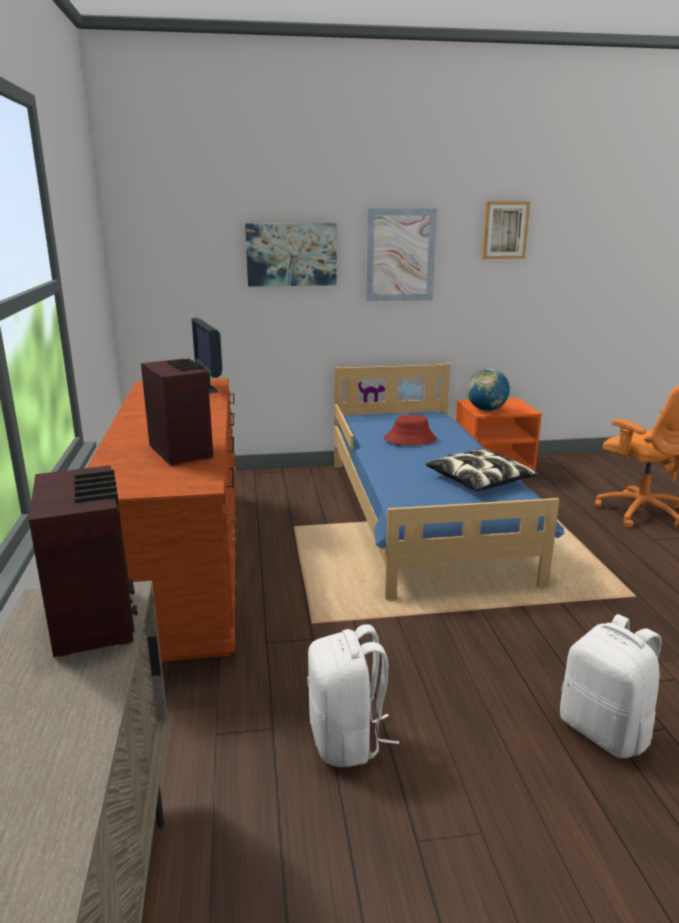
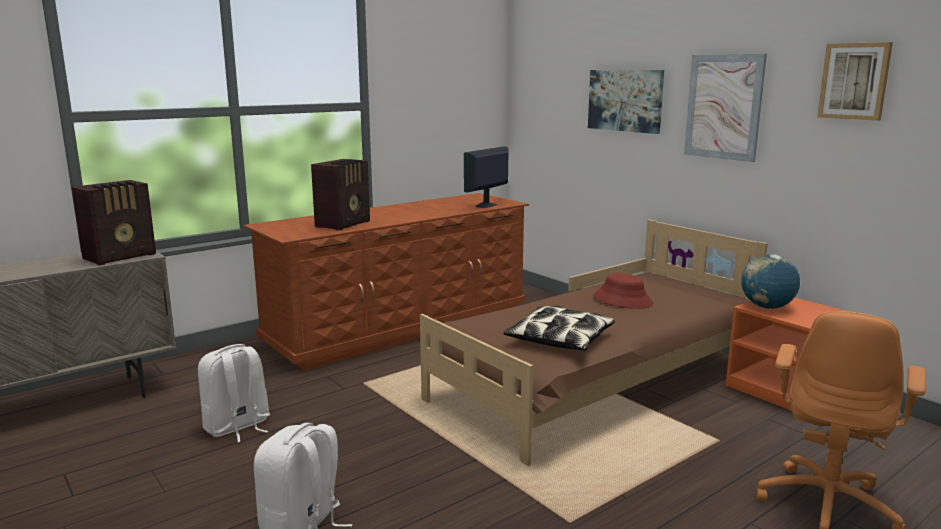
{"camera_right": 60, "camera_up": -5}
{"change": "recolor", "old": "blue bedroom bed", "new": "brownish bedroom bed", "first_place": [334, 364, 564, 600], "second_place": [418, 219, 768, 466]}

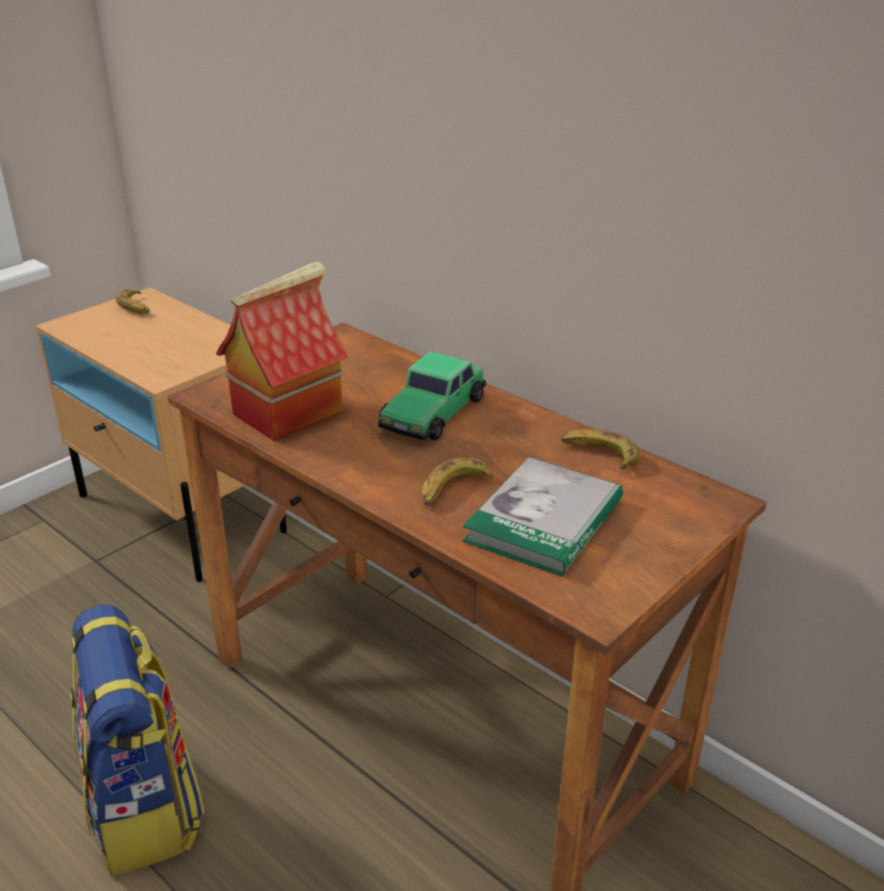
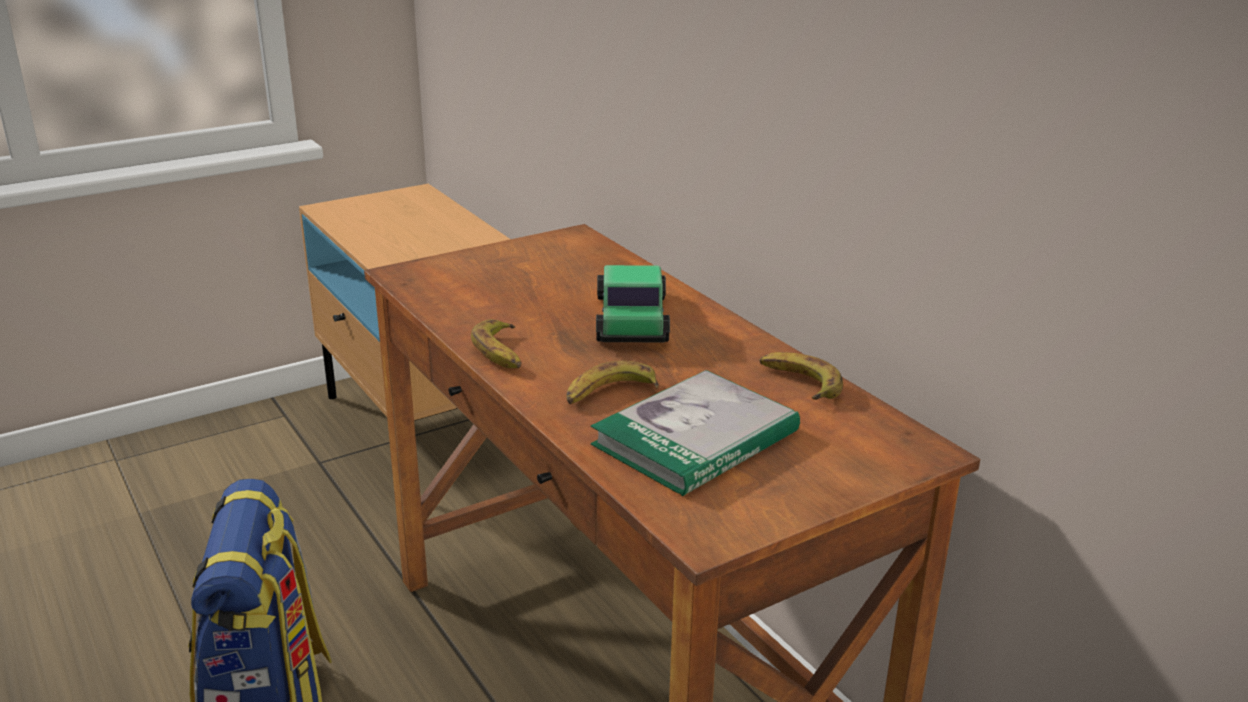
{"camera_right": 15, "camera_up": -5}
{"change": "delete", "old": "model house", "first_place": [216, 262, 348, 441]}
{"change": "move", "old": "banana fruit", "first_place": [116, 289, 150, 314], "second_place": [471, 319, 522, 368]}
{"change": "rotate", "old": "toy car", "first_place": [378, 351, 486, 440], "second_place": [596, 265, 670, 343], "degrees": 135}

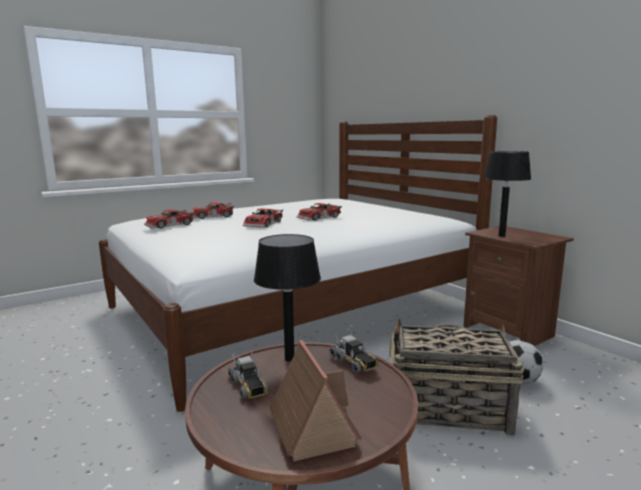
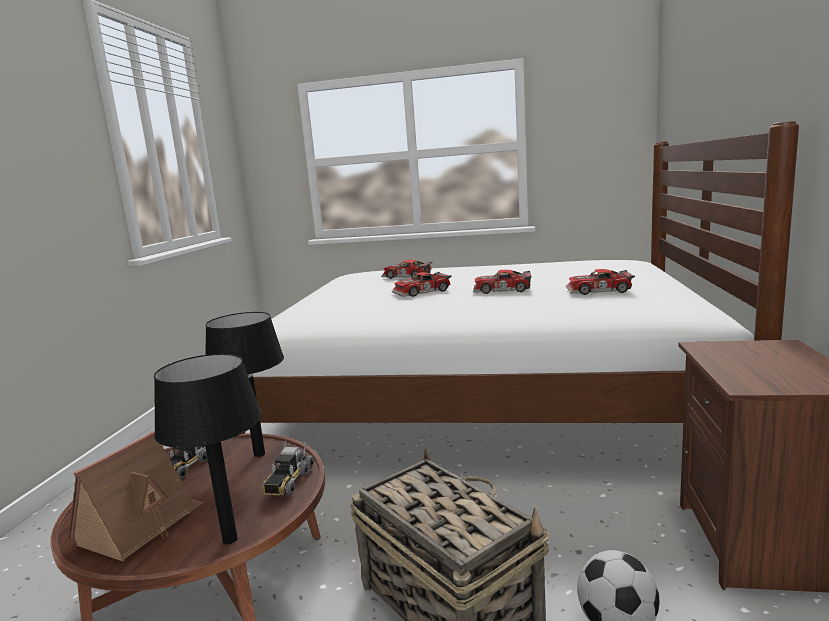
{"camera_right": 45, "camera_up": 0}
{"change": "move", "old": "toy car", "first_place": [144, 210, 194, 229], "second_place": [566, 269, 635, 295]}
{"change": "move", "old": "black lamp for a table", "first_place": [483, 151, 531, 237], "second_place": [154, 354, 262, 544]}

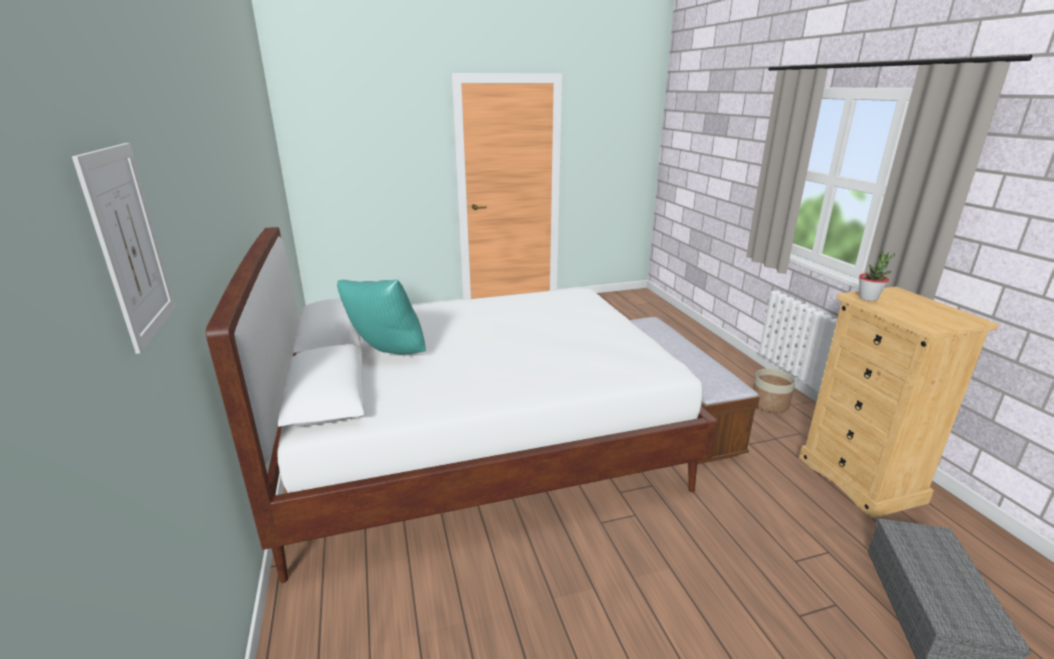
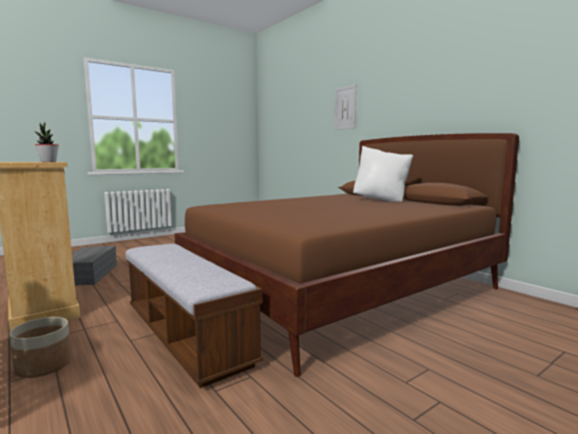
{"camera_right": 160, "camera_up": -15}
{"change": "recolor", "old": "whitish bedroom bed", "new": "brownish bedroom bed", "first_place": [206, 227, 718, 583], "second_place": [174, 133, 519, 377]}
{"change": "recolor", "old": "turquoise-coloured pillow", "new": "whitish pillow", "first_place": [337, 279, 426, 354], "second_place": [353, 146, 414, 202]}

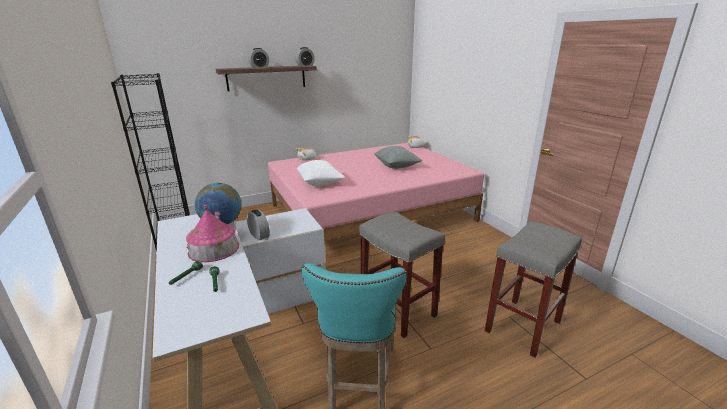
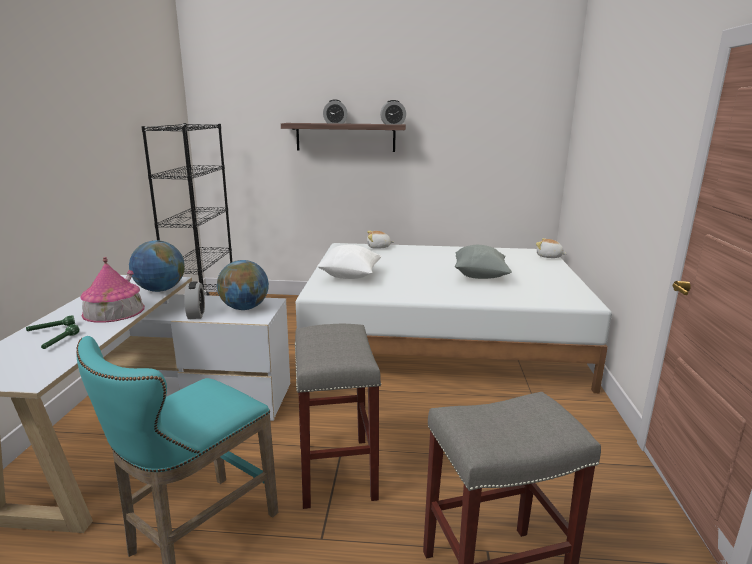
{"camera_right": 30, "camera_up": -5}
{"change": "insert", "new": "world globe", "second_place": [217, 260, 269, 310]}
{"change": "recolor", "old": "pink bedroom bed", "new": "whitish bedroom bed", "first_place": [268, 143, 484, 241], "second_place": [296, 243, 612, 394]}

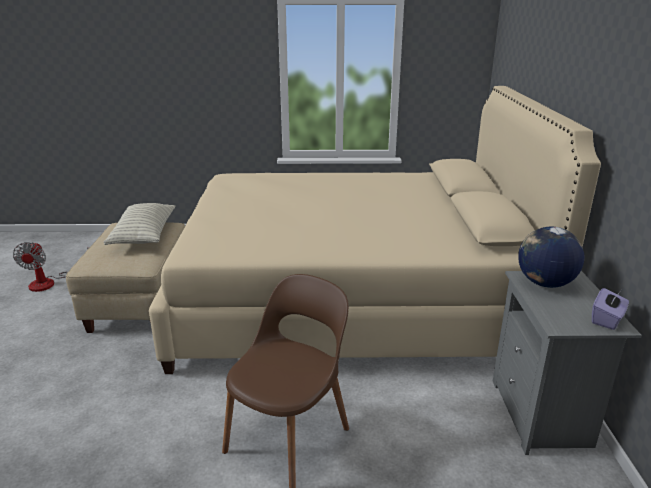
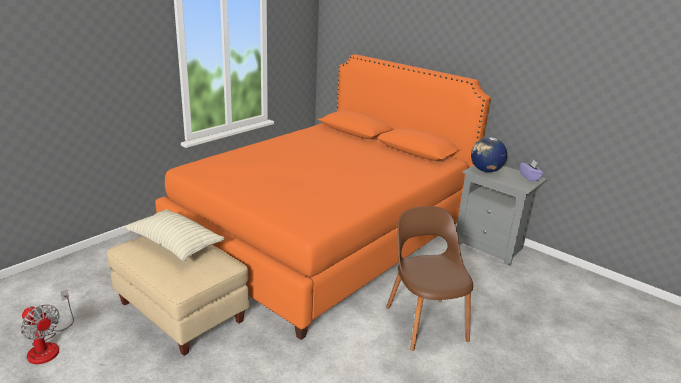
{"camera_right": -50, "camera_up": 0}
{"change": "recolor", "old": "beige bedroom bed", "new": "orangey bedroom bed", "first_place": [149, 86, 601, 374], "second_place": [155, 54, 491, 340]}

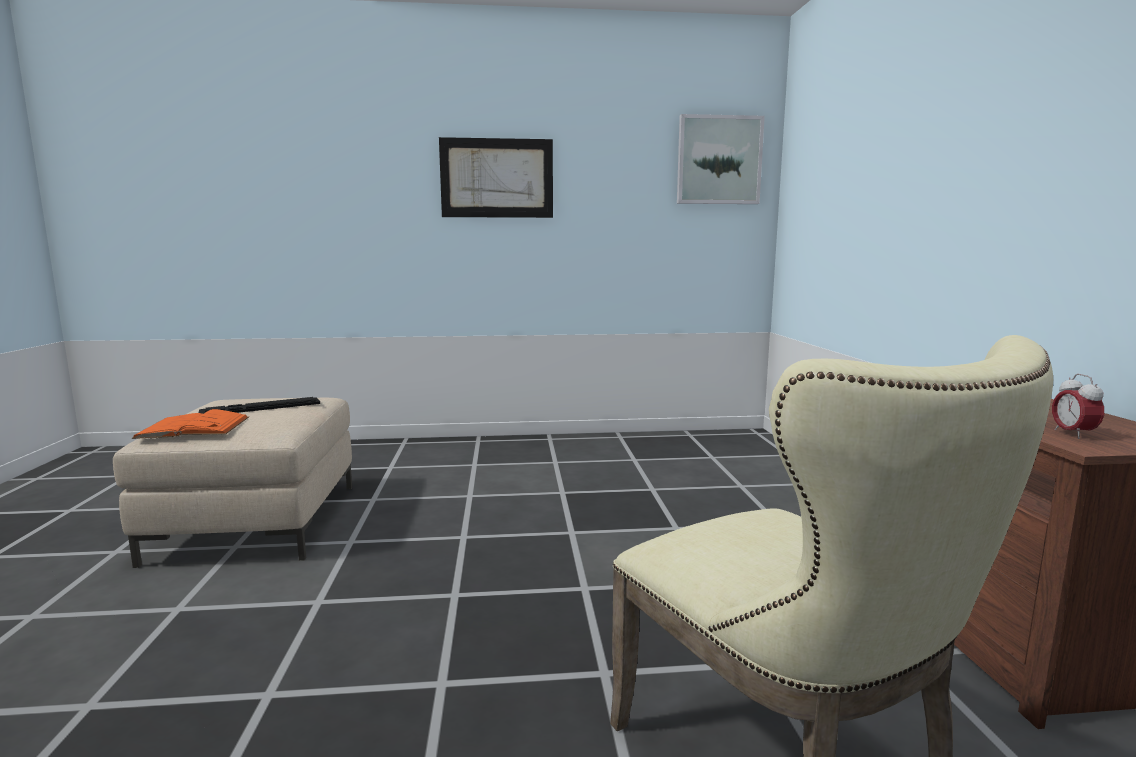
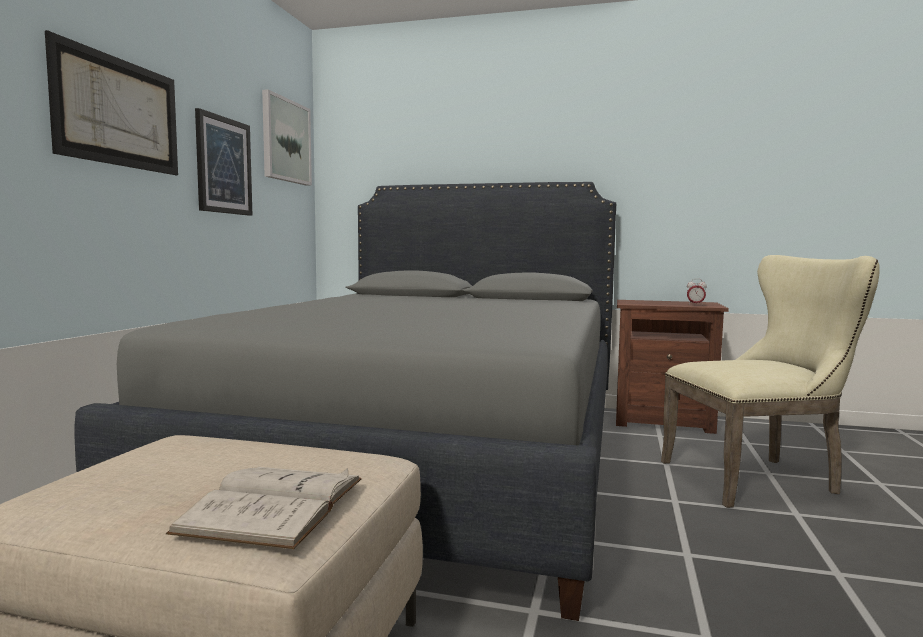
{"camera_right": -70, "camera_up": -5}
{"change": "delete", "old": "computer keyboard", "first_place": [199, 397, 320, 414]}
{"change": "insert", "new": "greyish bedroom bed", "second_place": [74, 182, 616, 621]}
{"change": "insert", "new": "wall art", "second_place": [195, 108, 252, 216]}
{"change": "recolor", "old": "orangey bound book", "new": "whitish bound book", "first_place": [132, 409, 249, 439], "second_place": [166, 467, 362, 549]}

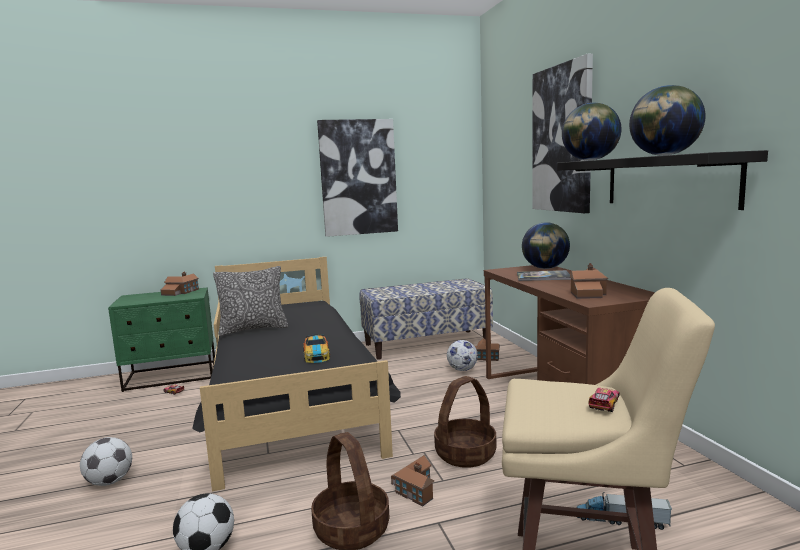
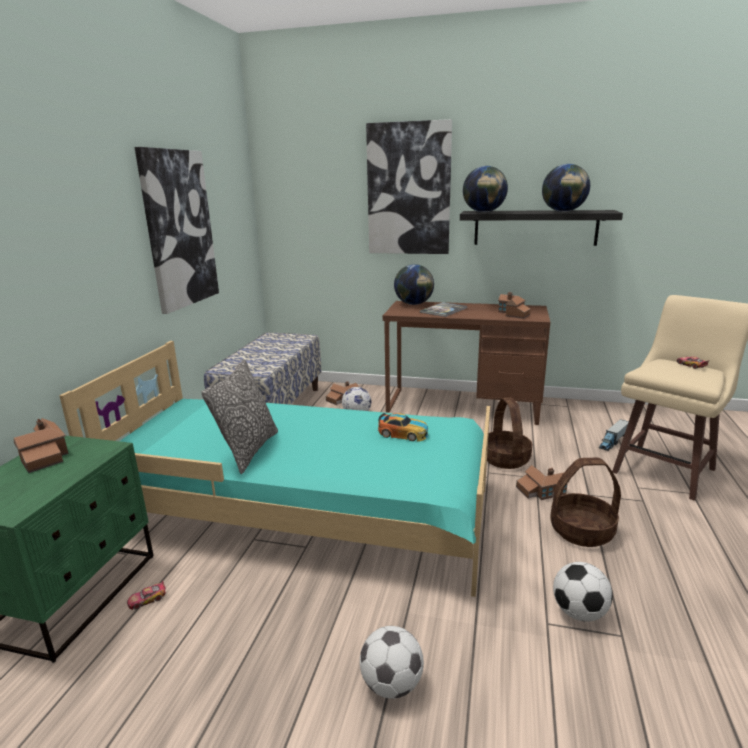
{"camera_right": -60, "camera_up": 10}
{"change": "recolor", "old": "black bedroom bed", "new": "turquoise-coloured bedroom bed", "first_place": [192, 257, 401, 491], "second_place": [59, 341, 490, 597]}

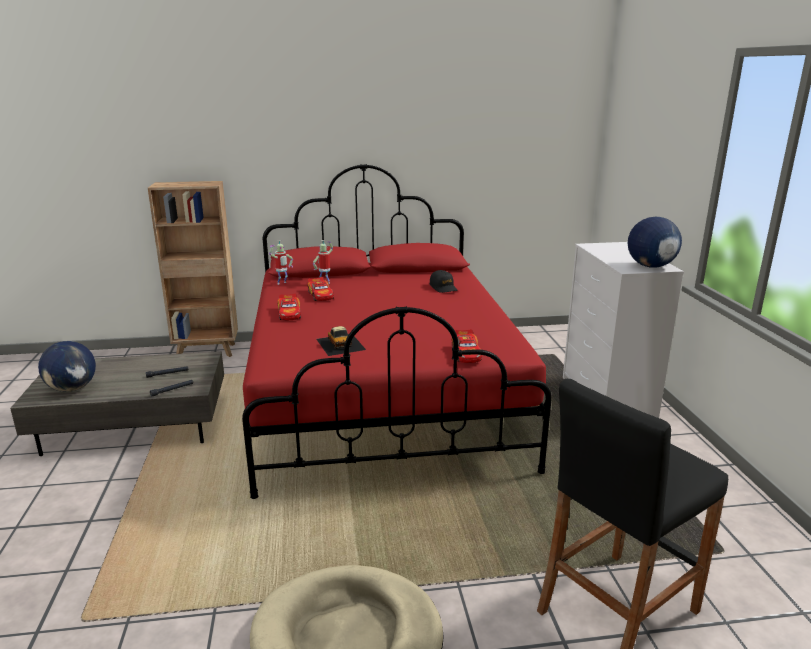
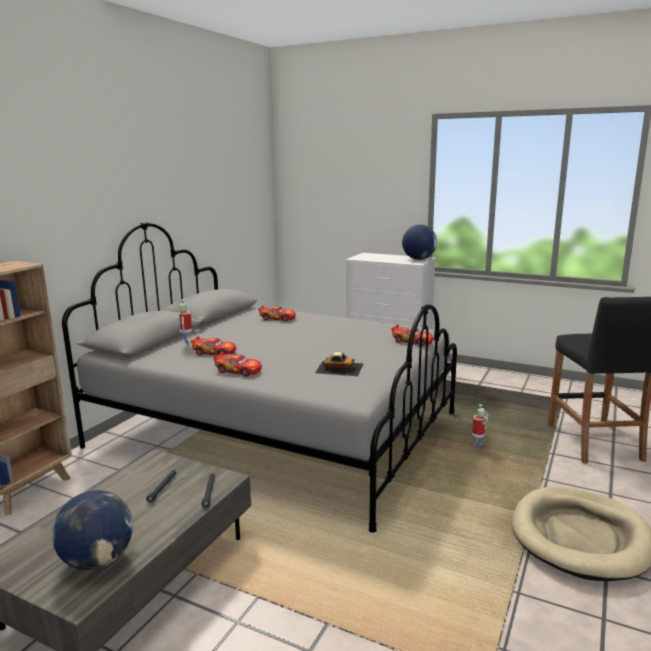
{"camera_right": -55, "camera_up": -5}
{"change": "move", "old": "model robot", "first_place": [269, 240, 293, 285], "second_place": [472, 404, 489, 450]}
{"change": "replace", "old": "black peaked cap", "new": "toy car", "first_place": [429, 270, 457, 293], "second_place": [258, 305, 296, 321]}
{"change": "recolor", "old": "red bedroom bed", "new": "greyish bedroom bed", "first_place": [242, 164, 552, 499], "second_place": [62, 222, 457, 533]}

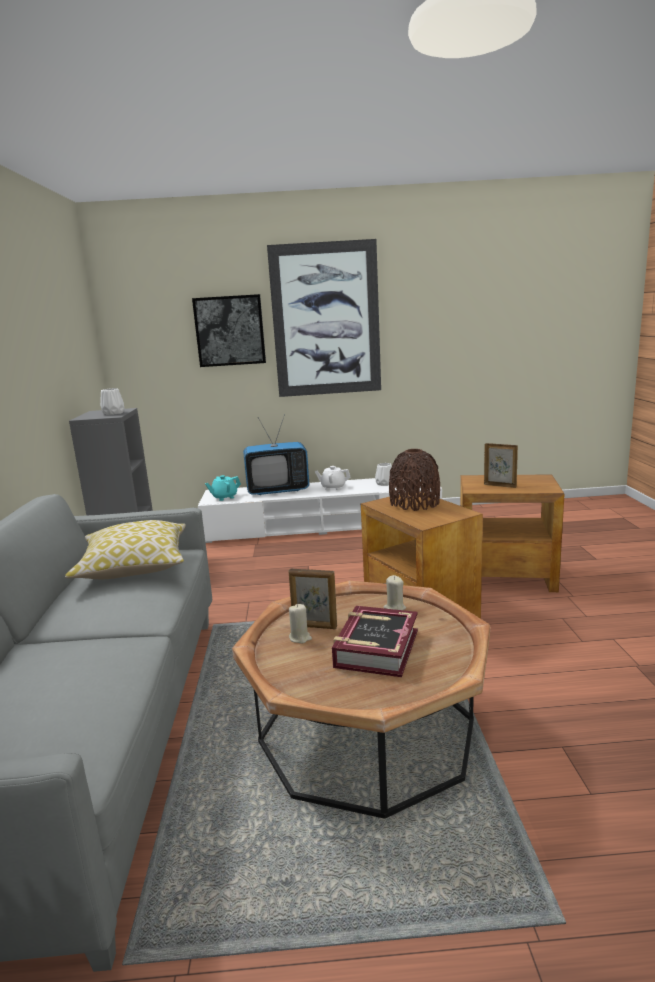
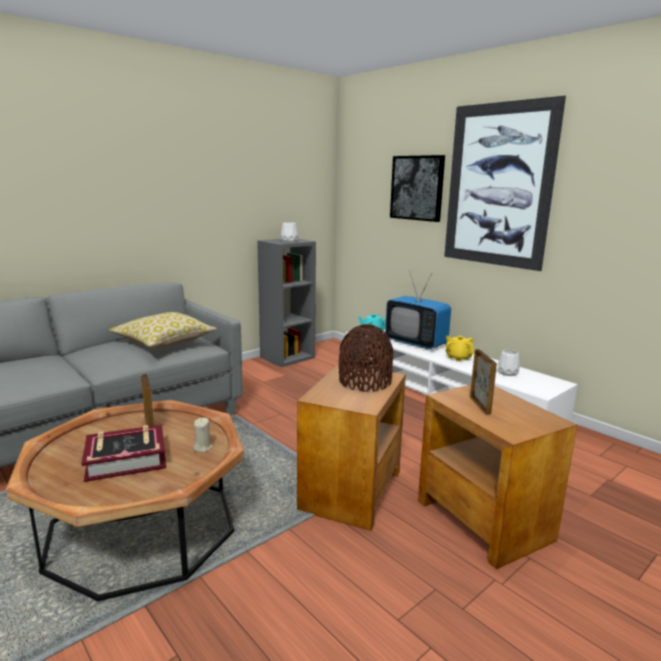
{"camera_right": 50, "camera_up": 0}
{"change": "delete", "old": "beige wax candle", "first_place": [289, 604, 312, 643]}
{"change": "recolor", "old": "whitish tea pot", "new": "yellowish tea pot", "first_place": [315, 466, 350, 490], "second_place": [446, 336, 474, 362]}

